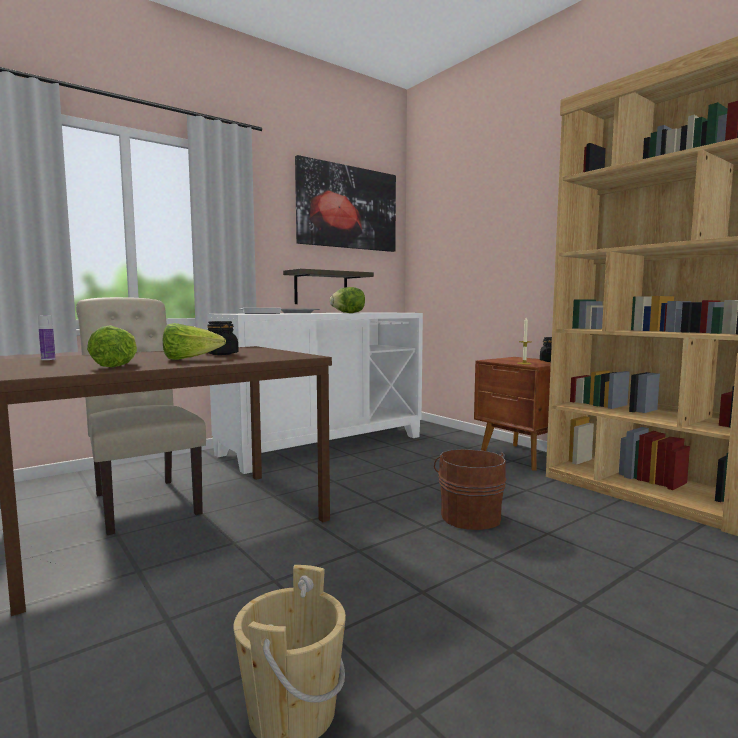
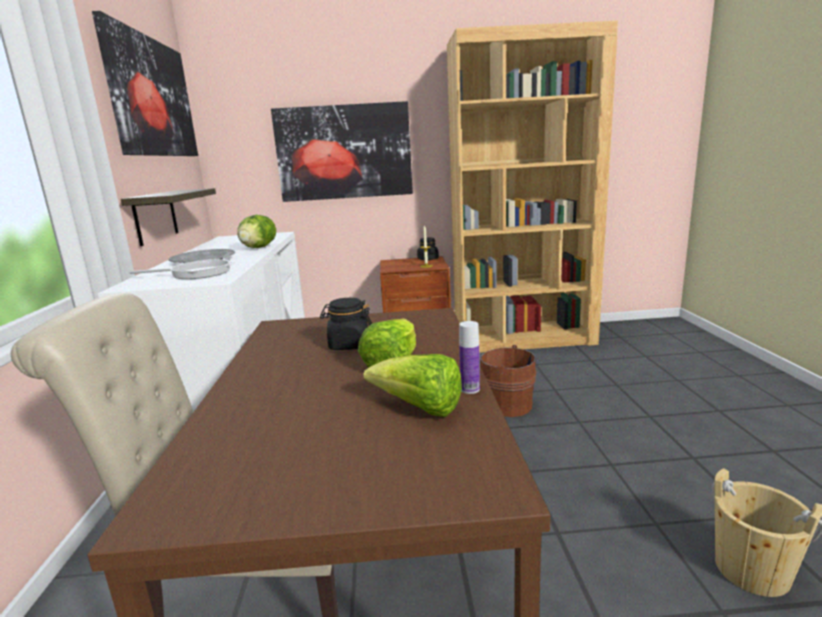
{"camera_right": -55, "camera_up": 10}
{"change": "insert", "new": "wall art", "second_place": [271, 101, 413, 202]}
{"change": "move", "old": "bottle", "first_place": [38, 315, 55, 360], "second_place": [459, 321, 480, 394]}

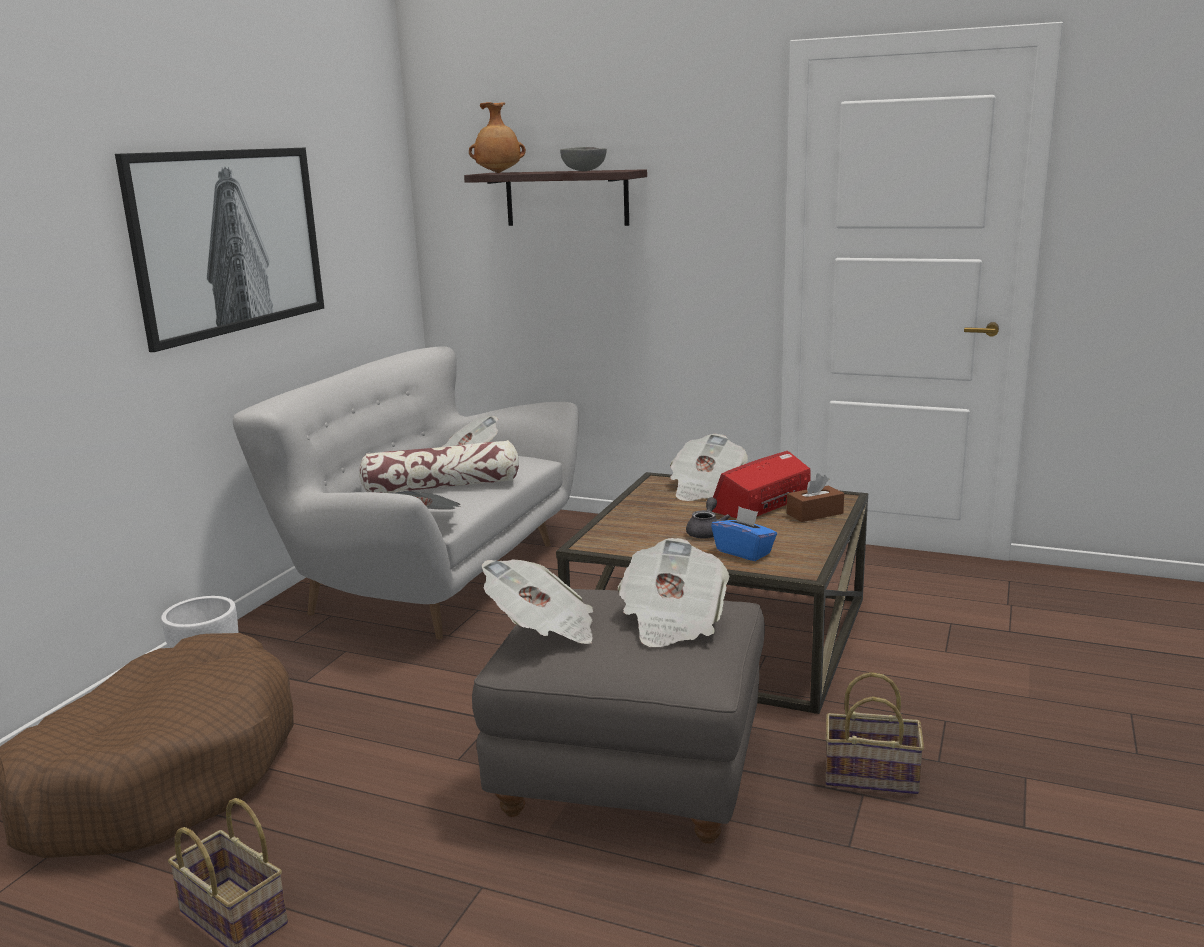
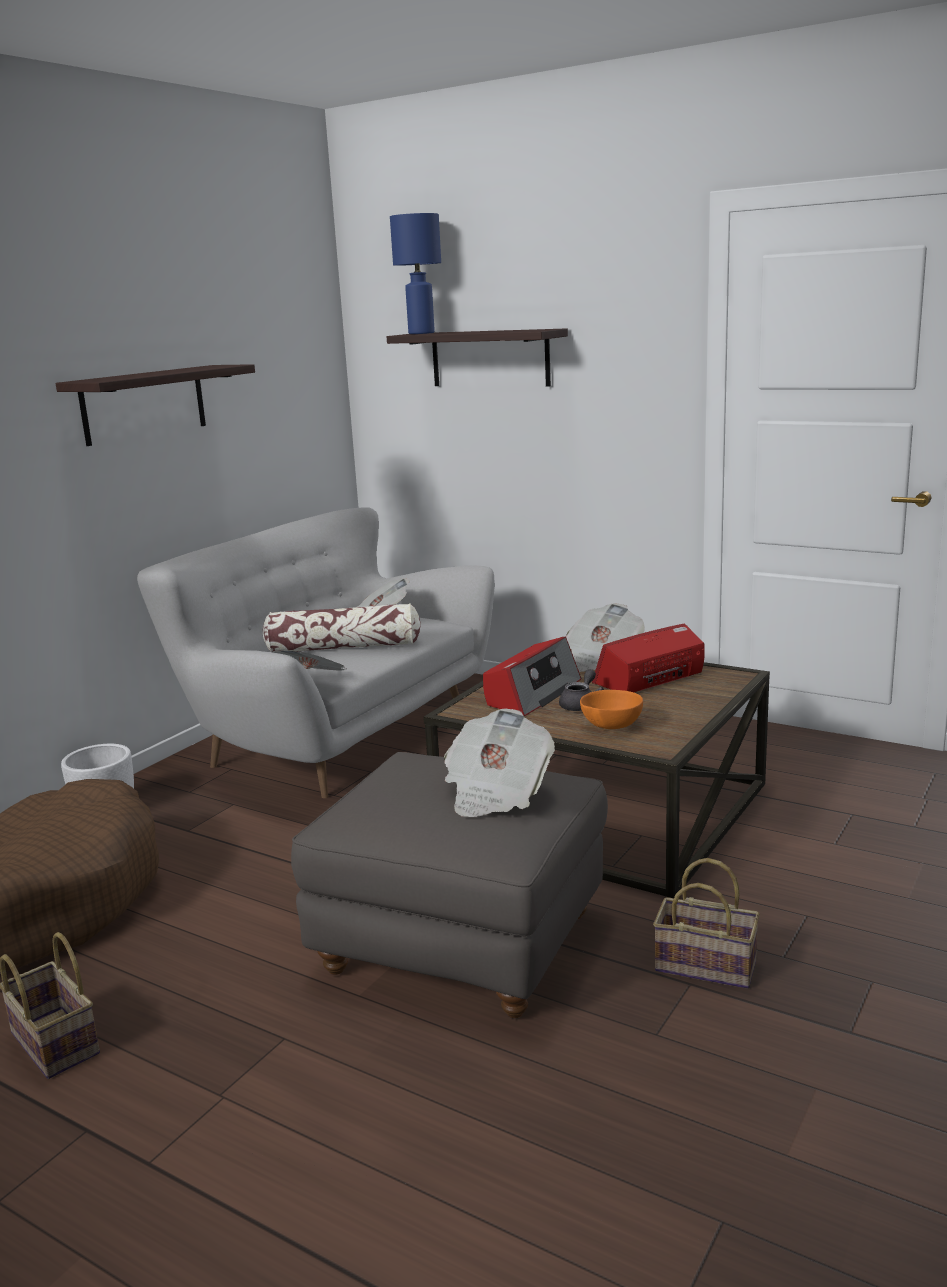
{"camera_right": 10, "camera_up": 0}
{"change": "delete", "old": "newspaper", "first_place": [482, 560, 593, 644]}
{"change": "delete", "old": "greyish deep dish", "first_place": [560, 147, 607, 171]}
{"change": "delete", "old": "brownish tissue box", "first_place": [787, 473, 844, 522]}
{"change": "insert", "new": "radio set", "second_place": [483, 637, 581, 716]}
{"change": "replace", "old": "wall art", "new": "shelf", "first_place": [115, 148, 324, 352], "second_place": [56, 364, 255, 446]}
{"change": "replace", "old": "brownish vase", "new": "blue lamp for a table", "first_place": [469, 102, 526, 173], "second_place": [390, 213, 441, 334]}
{"change": "replace", "old": "blue tissue box", "new": "orangey deep dish", "first_place": [711, 507, 777, 561], "second_place": [580, 690, 643, 729]}

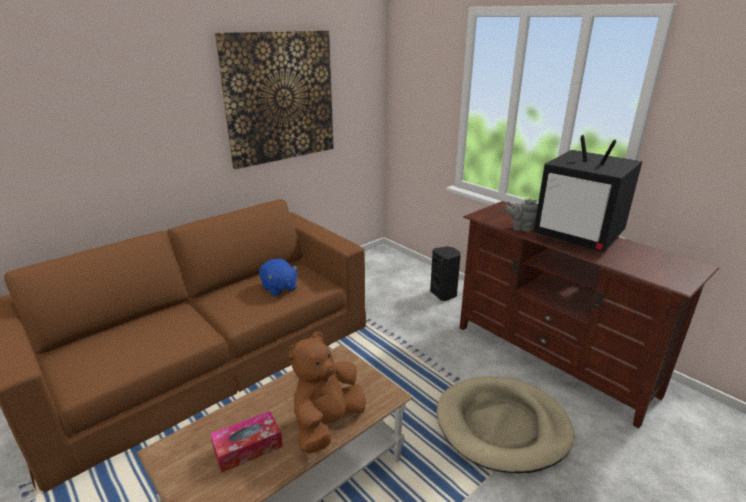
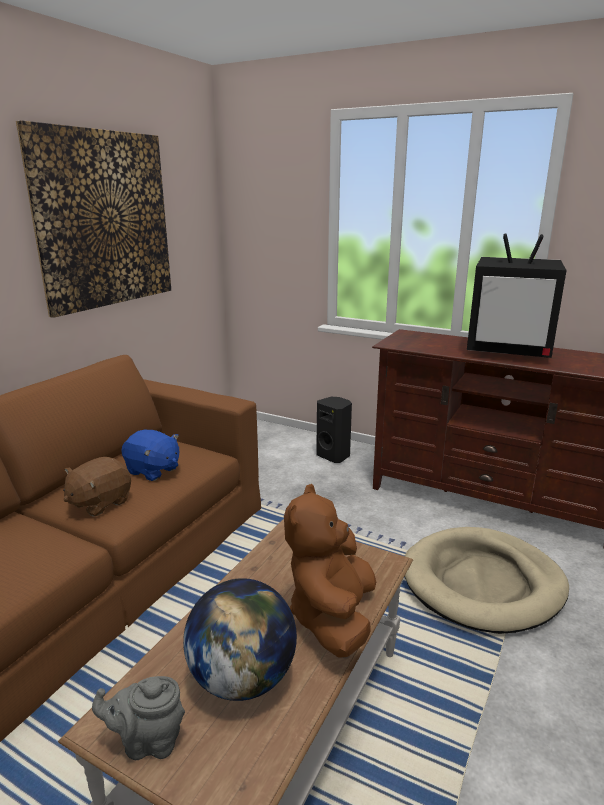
{"camera_right": -20, "camera_up": -5}
{"change": "insert", "new": "brownish soft toy", "second_place": [63, 457, 131, 516]}
{"change": "move", "old": "greyish tea pot", "first_place": [504, 199, 538, 232], "second_place": [92, 676, 185, 760]}
{"change": "replace", "old": "tissue box", "new": "world globe", "first_place": [211, 411, 283, 473], "second_place": [183, 578, 297, 701]}

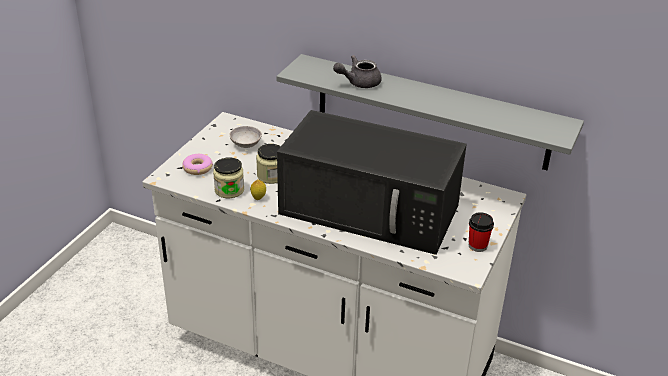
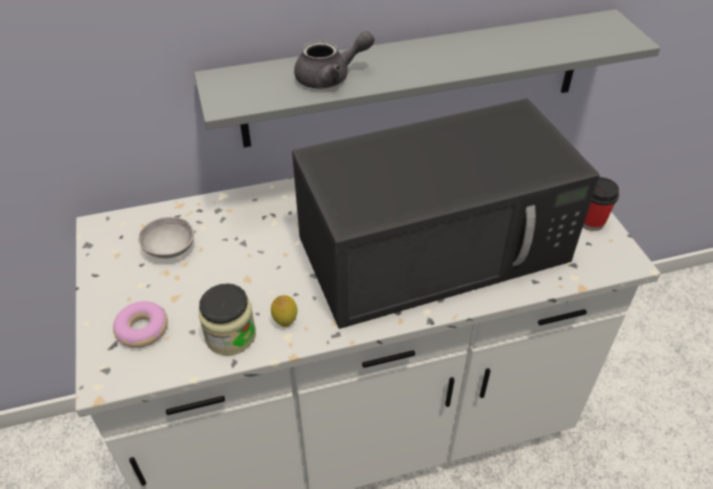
{"camera_right": -40, "camera_up": 10}
{"change": "delete", "old": "storage jar", "first_place": [256, 144, 281, 184]}
{"change": "rotate", "old": "greyish tea pot", "first_place": [333, 55, 382, 88], "second_place": [294, 31, 375, 89], "degrees": -135}

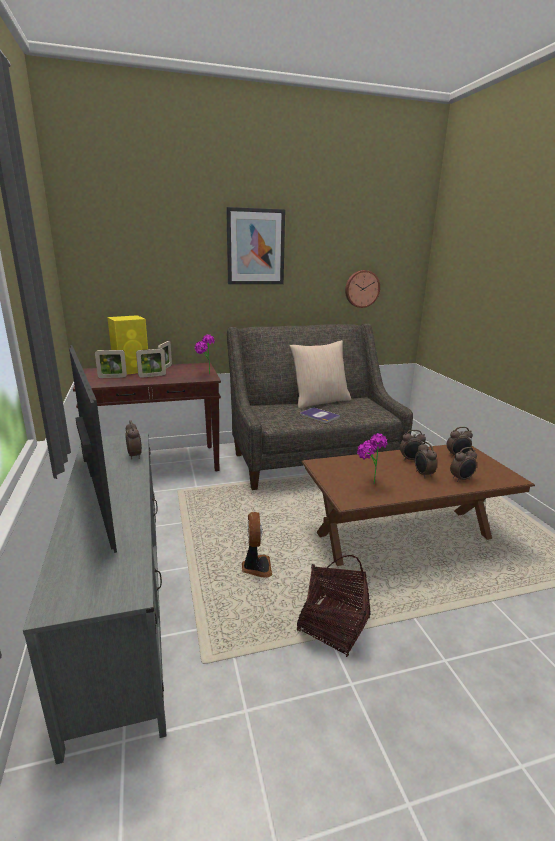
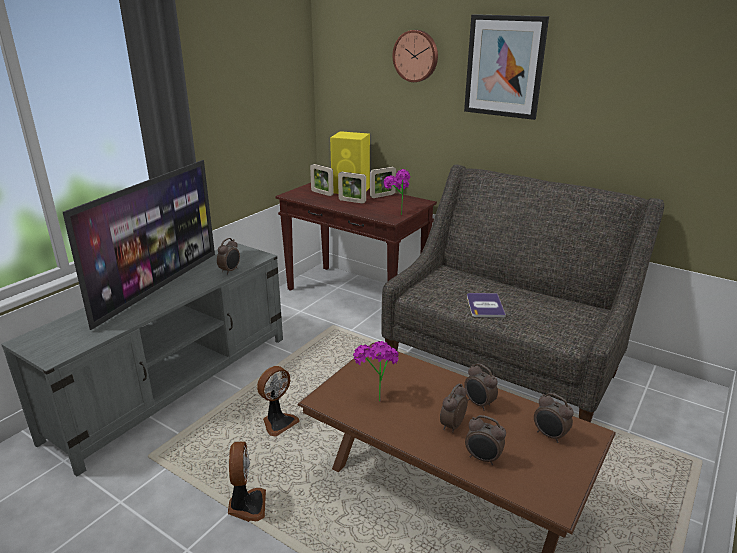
{"camera_right": 50, "camera_up": 5}
{"change": "delete", "old": "beige pillow", "first_place": [290, 340, 351, 409]}
{"change": "move", "old": "hanging clock", "first_place": [345, 270, 380, 308], "second_place": [392, 30, 438, 82]}
{"change": "replace", "old": "basket", "new": "fan", "first_place": [297, 555, 371, 657], "second_place": [228, 442, 266, 522]}

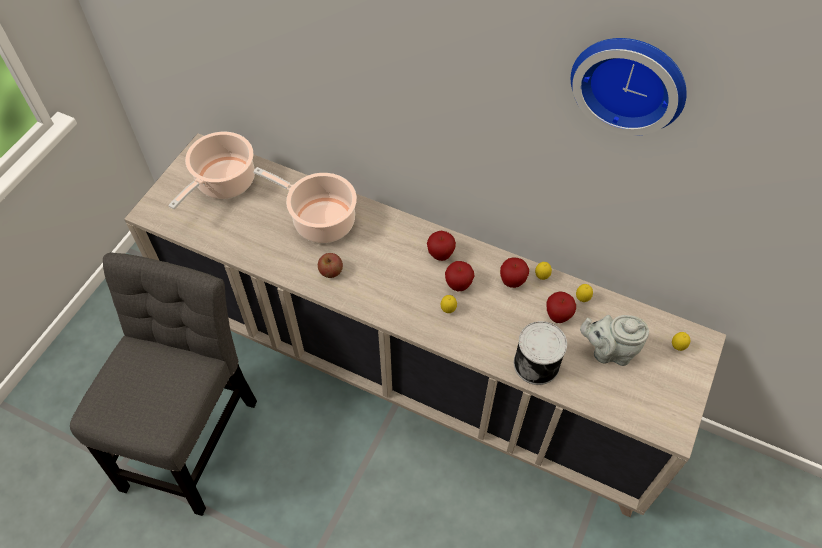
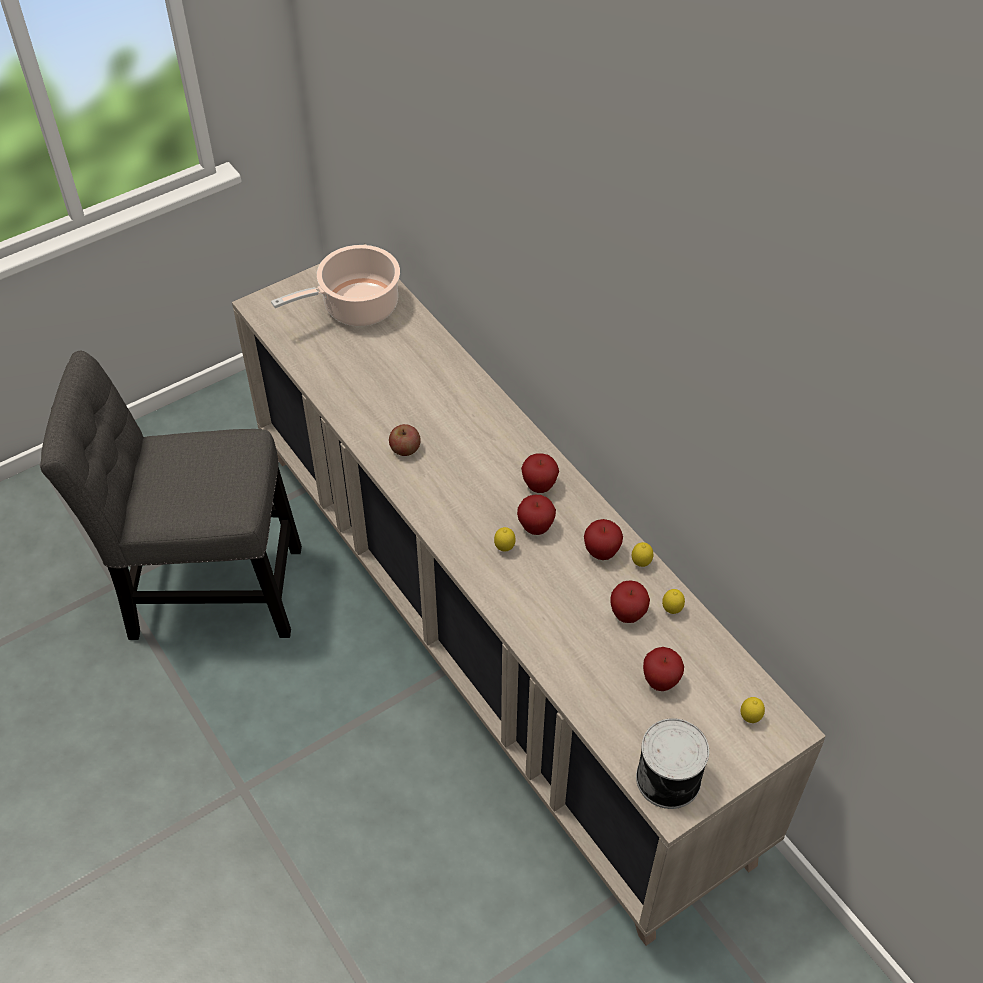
{"camera_right": 30, "camera_up": -5}
{"change": "delete", "old": "saucepot", "first_place": [253, 167, 357, 243]}
{"change": "delete", "old": "hanging clock", "first_place": [571, 38, 687, 136]}
{"change": "move", "old": "can", "first_place": [514, 321, 567, 385], "second_place": [636, 718, 709, 809]}
{"change": "replace", "old": "greyish tea pot", "new": "whole apple", "first_place": [580, 315, 649, 366], "second_place": [643, 647, 684, 691]}
{"change": "rotate", "old": "greyish chair", "first_place": [70, 252, 257, 516], "second_place": [40, 351, 302, 640], "degrees": -135}

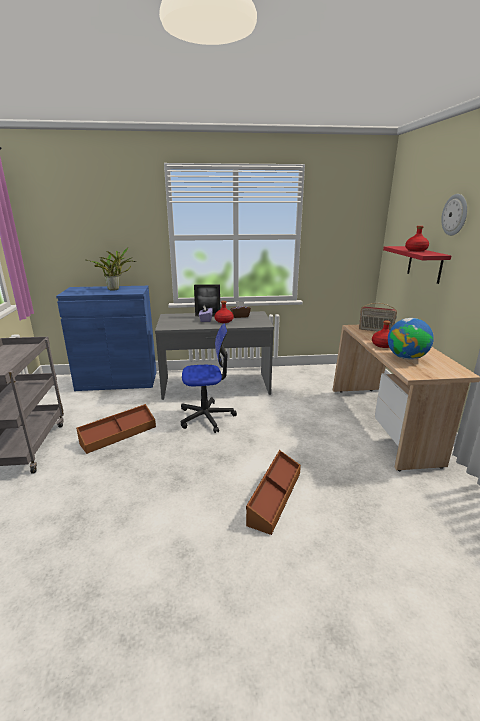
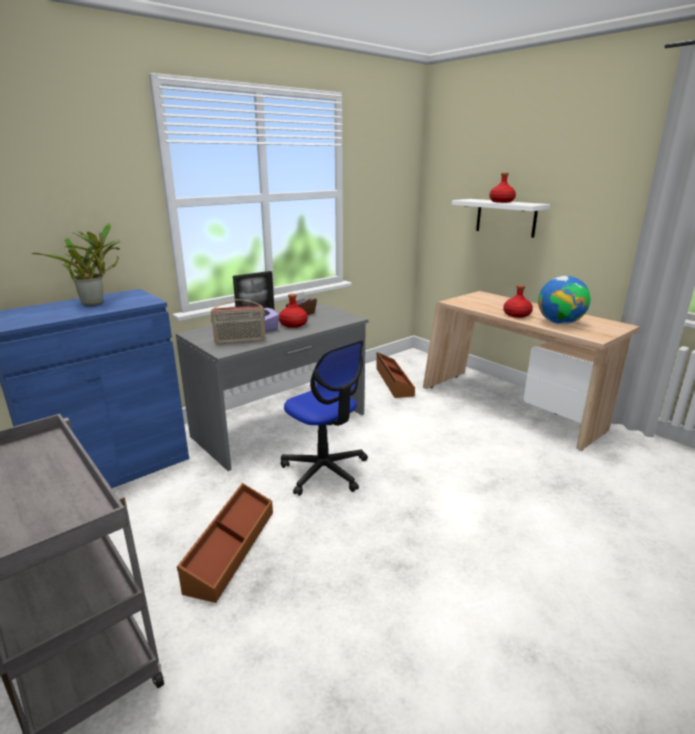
{"camera_right": -35, "camera_up": 0}
{"change": "delete", "old": "hanging clock", "first_place": [441, 194, 467, 236]}
{"change": "move", "old": "brownish storage container", "first_place": [246, 450, 301, 535], "second_place": [376, 352, 415, 398]}
{"change": "move", "old": "radio set", "first_place": [359, 303, 397, 332], "second_place": [211, 299, 266, 345]}
{"change": "recolor", "old": "red shelf", "new": "whitish shelf", "first_place": [383, 246, 451, 284], "second_place": [452, 199, 550, 238]}
{"change": "rotate", "old": "office chair", "first_place": [181, 323, 237, 433], "second_place": [281, 340, 368, 496], "degrees": 90}

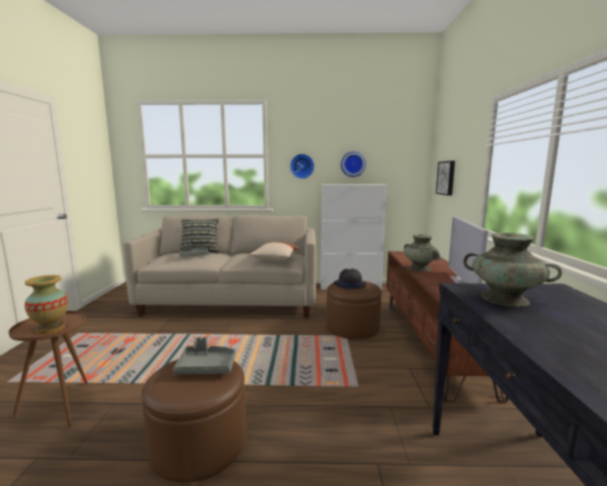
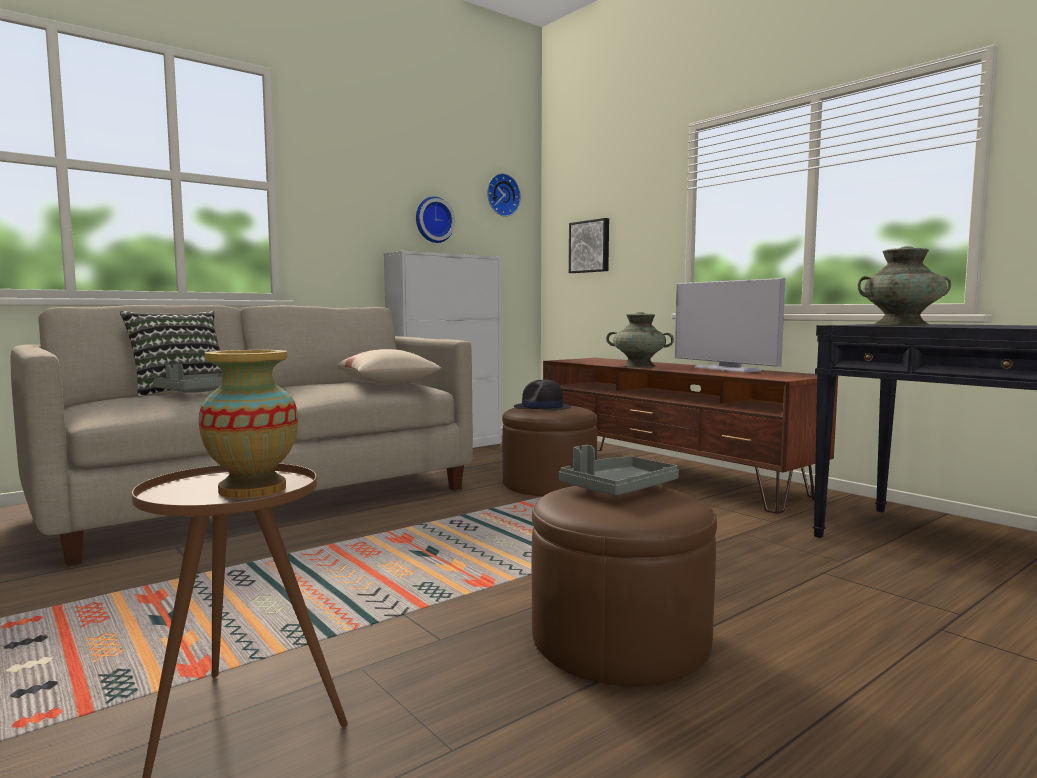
{"camera_right": -40, "camera_up": -5}
{"change": "move", "old": "hanging clock", "first_place": [290, 154, 314, 179], "second_place": [487, 173, 521, 217]}

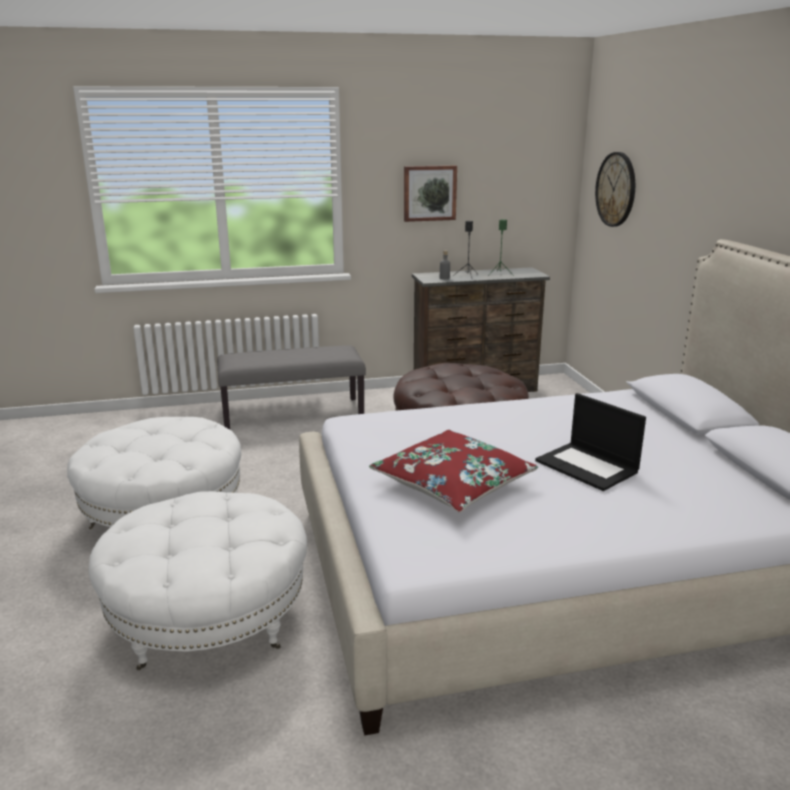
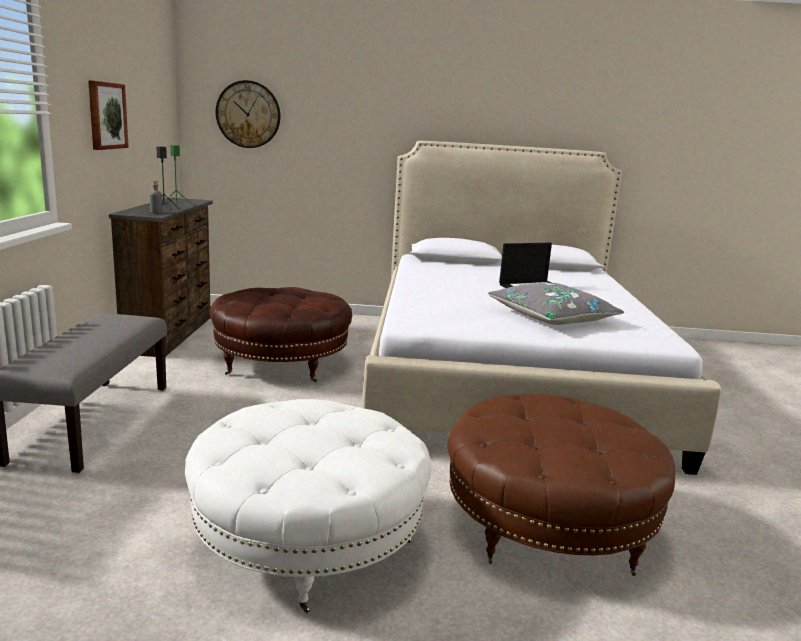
{"camera_right": -75, "camera_up": -5}
{"change": "recolor", "old": "whitish pouffe", "new": "brownish pouffe", "first_place": [88, 491, 307, 670], "second_place": [447, 393, 675, 576]}
{"change": "recolor", "old": "red pillow", "new": "greyish pillow", "first_place": [369, 430, 538, 512], "second_place": [488, 283, 624, 325]}

